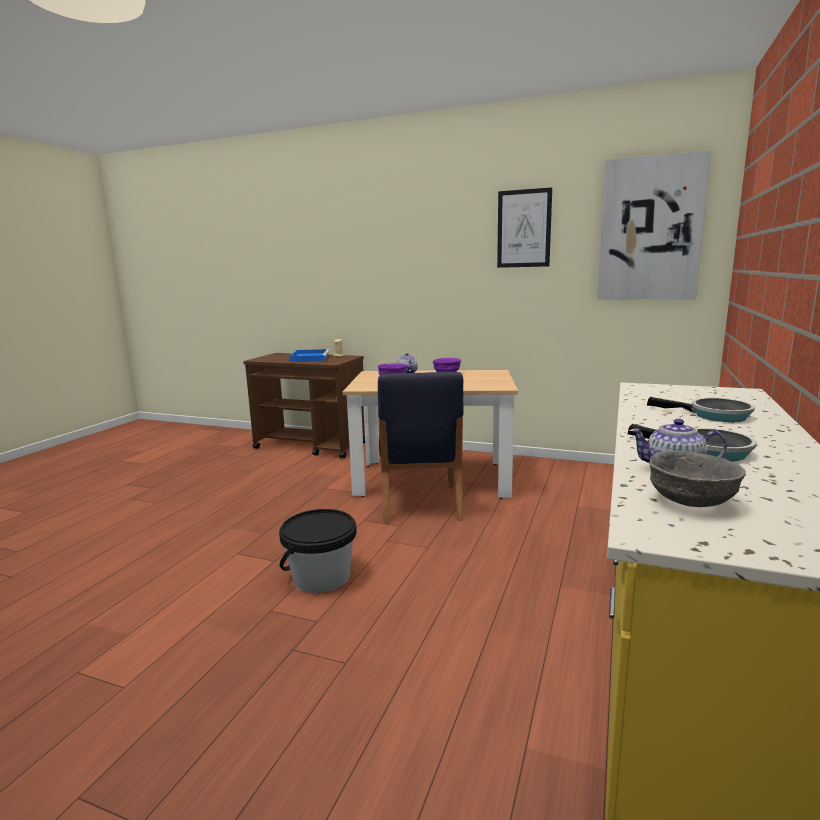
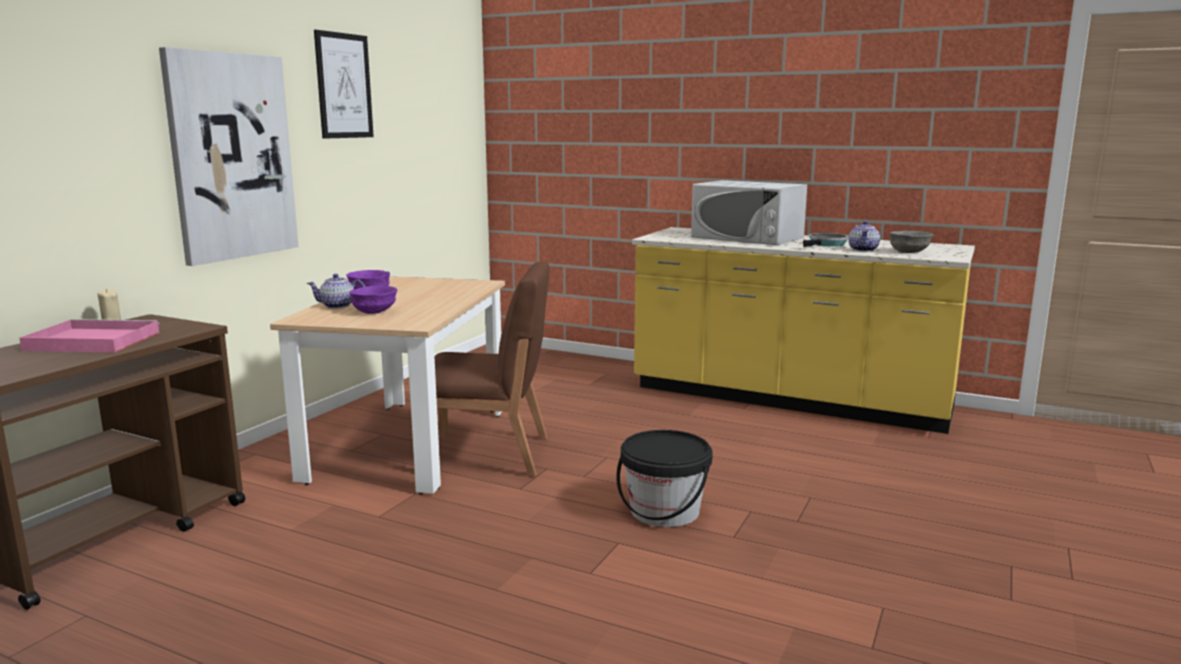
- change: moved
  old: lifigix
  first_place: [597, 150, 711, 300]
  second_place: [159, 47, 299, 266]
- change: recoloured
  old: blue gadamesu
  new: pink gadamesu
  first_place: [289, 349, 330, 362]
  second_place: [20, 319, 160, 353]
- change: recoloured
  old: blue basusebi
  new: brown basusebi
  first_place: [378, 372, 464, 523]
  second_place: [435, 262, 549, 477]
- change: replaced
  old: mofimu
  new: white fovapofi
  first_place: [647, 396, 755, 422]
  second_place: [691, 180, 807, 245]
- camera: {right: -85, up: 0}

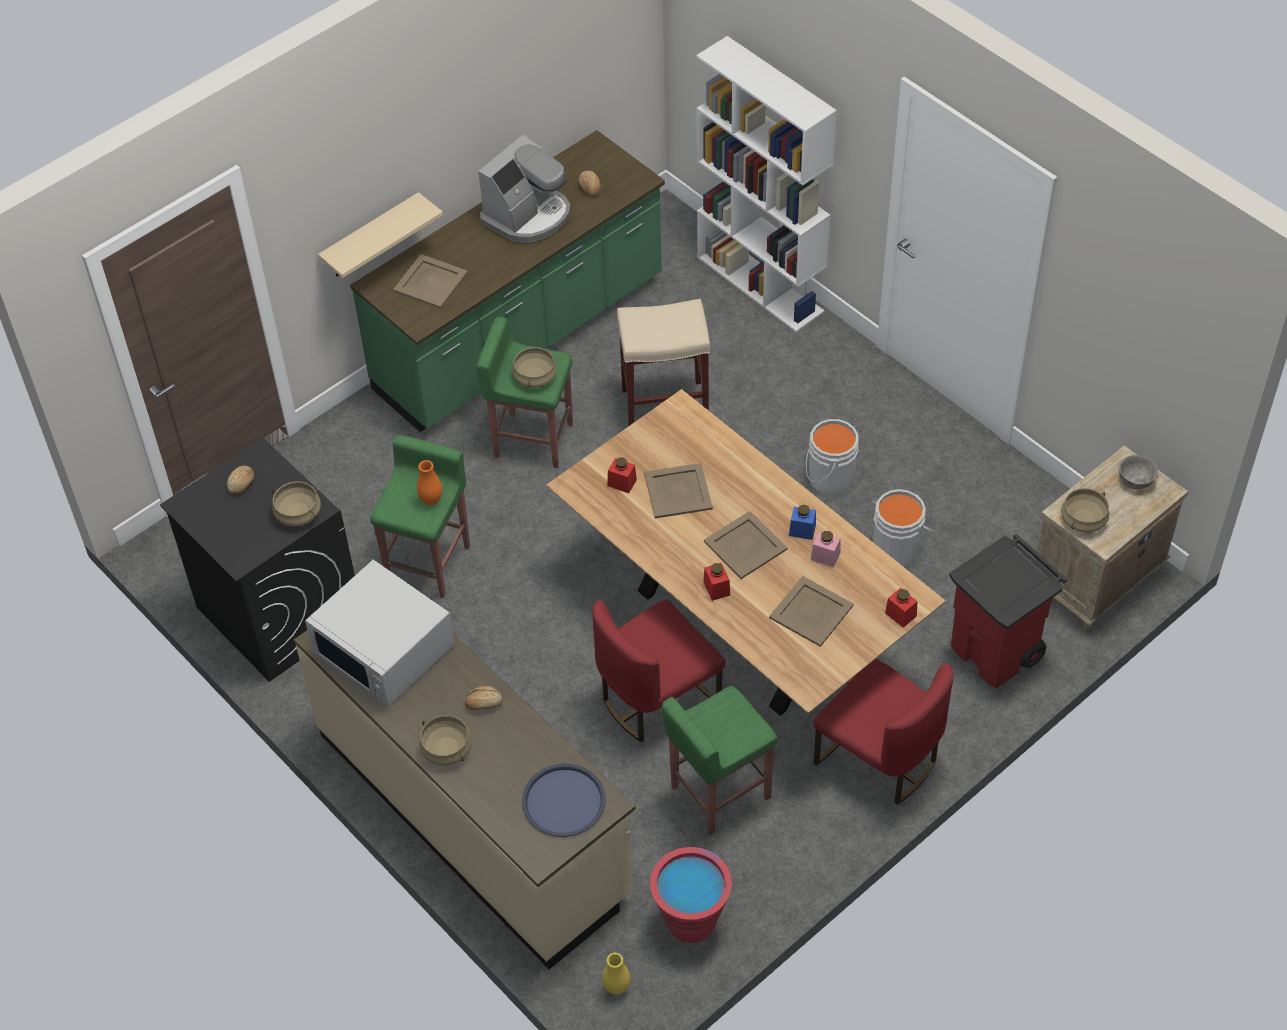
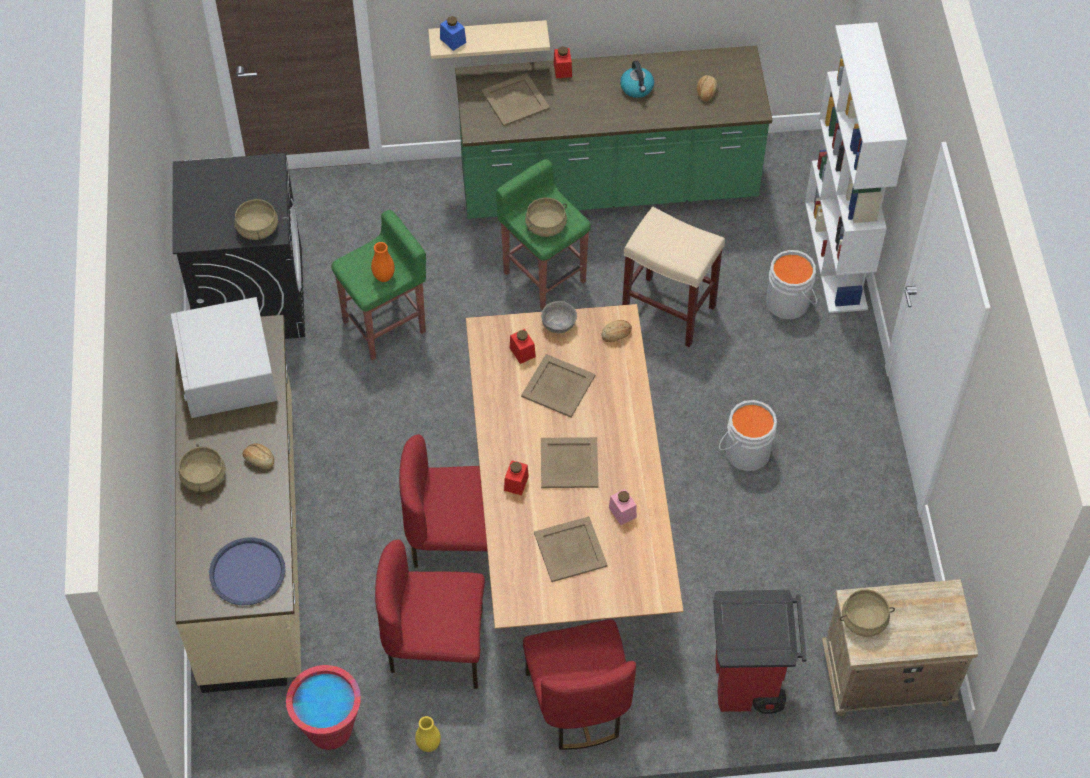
- change: replaced
  old: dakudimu
  new: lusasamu
  first_place: [478, 134, 571, 242]
  second_place: [620, 61, 654, 98]
- change: moved
  old: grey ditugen
  first_place: [1119, 455, 1158, 489]
  second_place: [541, 301, 577, 333]
- change: moved
  old: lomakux
  first_place: [227, 466, 254, 495]
  second_place: [601, 320, 632, 342]
- change: moved
  old: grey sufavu
  first_place: [872, 489, 935, 566]
  second_place: [766, 250, 817, 319]
- change: moved
  old: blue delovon
  first_place: [789, 505, 816, 540]
  second_place: [440, 16, 466, 51]
- change: moved
  old: red delovon
  first_place: [885, 588, 917, 628]
  second_place: [554, 46, 572, 78]
- change: replaced
  old: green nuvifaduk
  new: red basusebi
  first_place: [661, 686, 778, 835]
  second_place: [375, 540, 485, 689]
- change: moved
  old: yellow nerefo
  first_place: [602, 953, 630, 995]
  second_place: [415, 716, 441, 752]
- camera: {right: 35, up: 5}

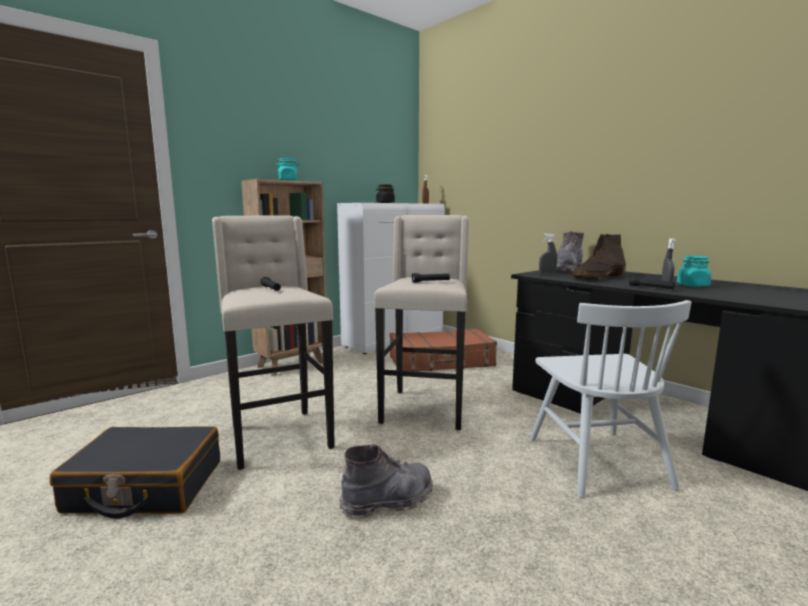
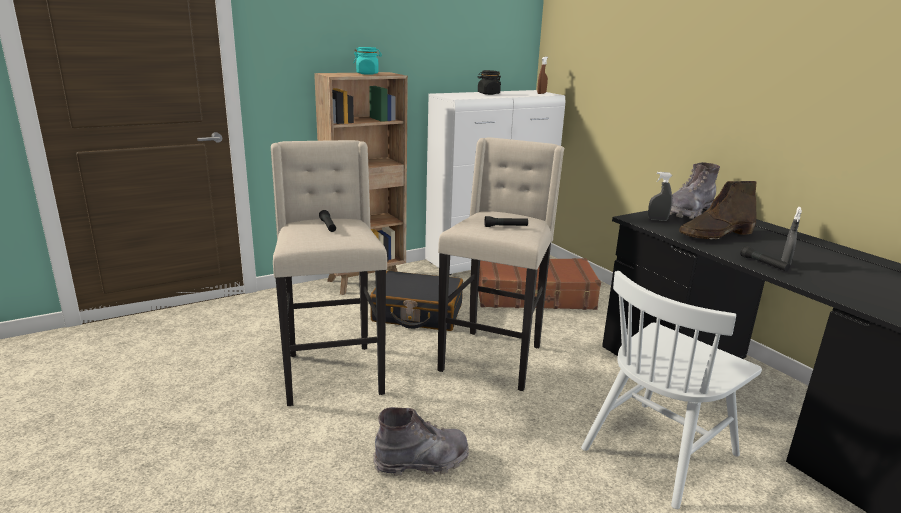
- change: removed
  old: turquoise delovon
  first_place: [677, 256, 712, 287]
- change: turned
  old: white basusebi
  first_place: [530, 300, 691, 498]
  second_place: [581, 271, 762, 509]
  degrees: 45
- change: moved
  old: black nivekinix
  first_place: [50, 426, 220, 519]
  second_place: [370, 270, 463, 331]
- camera: {right: 10, up: 10}

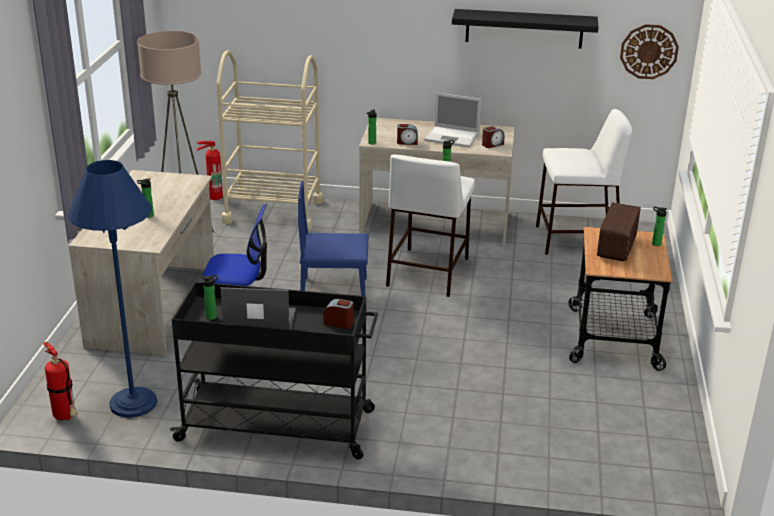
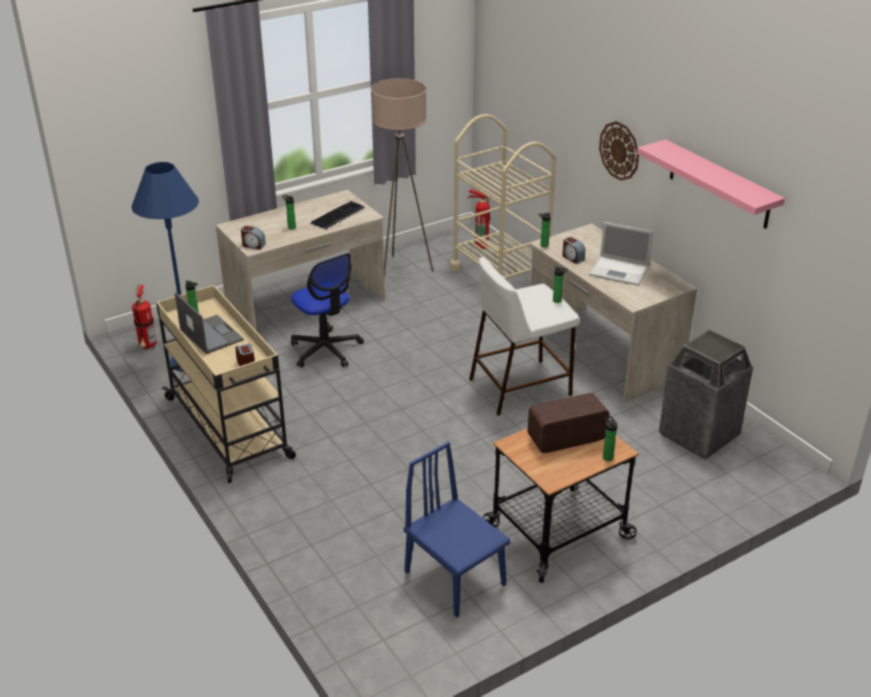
- change: recoloured
  old: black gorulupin
  new: pink gorulupin
  first_place: [452, 9, 599, 49]
  second_place: [637, 139, 785, 229]
- change: moved
  old: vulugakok
  first_place: [620, 24, 679, 79]
  second_place: [599, 121, 639, 181]
- change: turned
  old: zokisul
  first_place: [424, 93, 481, 147]
  second_place: [589, 222, 653, 286]
  degrees: -45
- change: replaced
  old: white nuvifaduk
  new: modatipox
  first_place: [536, 109, 633, 255]
  second_place: [659, 330, 753, 460]
- change: moved
  old: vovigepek
  first_place: [482, 126, 505, 148]
  second_place: [241, 226, 266, 250]
- change: moved
  old: blue basusebi
  first_place: [298, 181, 368, 296]
  second_place: [404, 442, 511, 618]
- change: recoloured
  old: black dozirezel
  new: beige dozirezel
  first_place: [170, 281, 378, 460]
  second_place: [156, 285, 296, 483]
- change: added
  new: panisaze
  second_place: [311, 201, 365, 229]
- camera: {right: 50, up: 5}

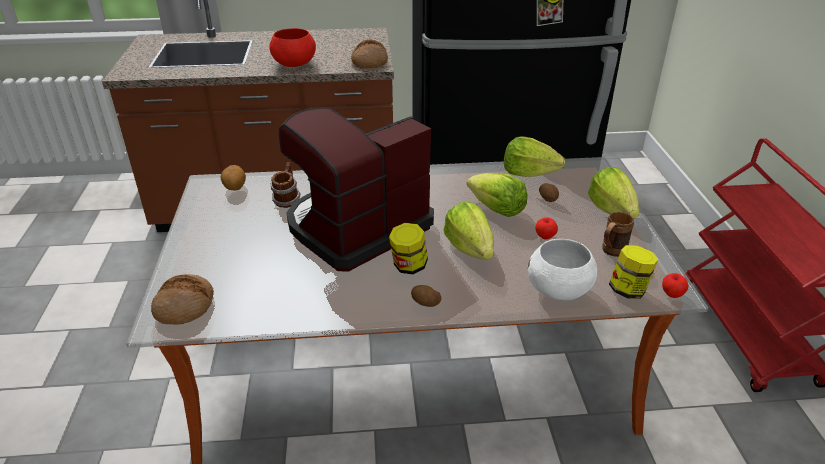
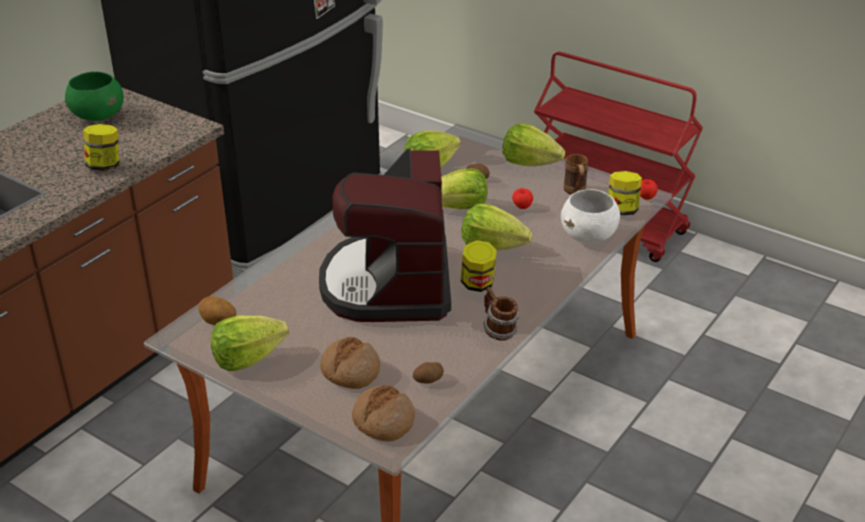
- change: replaced
  old: red ditugen
  new: delovon
  first_place: [269, 28, 316, 67]
  second_place: [83, 124, 119, 171]
- change: moved
  old: lomakux
  first_place: [351, 40, 388, 68]
  second_place: [321, 337, 380, 389]
- change: moved
  old: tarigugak
  first_place: [271, 162, 301, 208]
  second_place: [483, 287, 519, 341]
- change: moved
  old: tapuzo
  first_place: [411, 285, 441, 307]
  second_place: [413, 362, 444, 383]
- change: added
  new: green ditugen
  second_place: [65, 72, 124, 121]
- change: added
  new: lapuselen
  second_place: [211, 316, 289, 371]
- camera: {right: -50, up: 0}

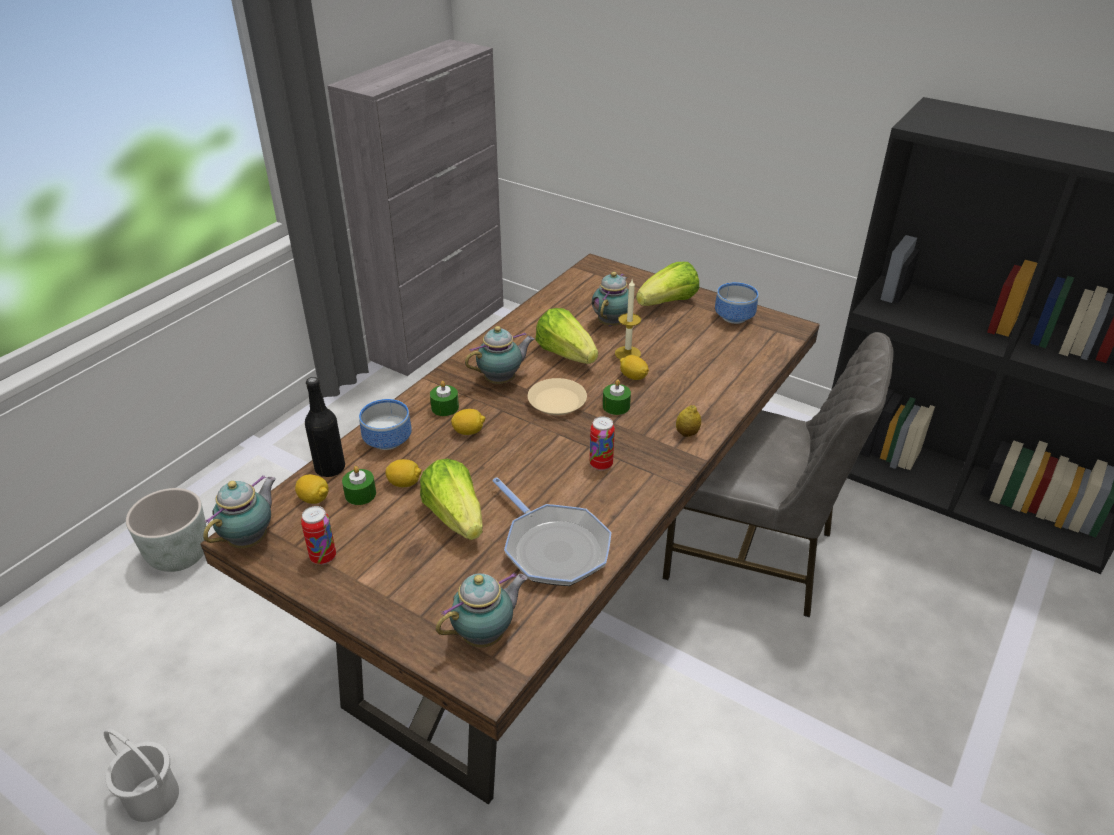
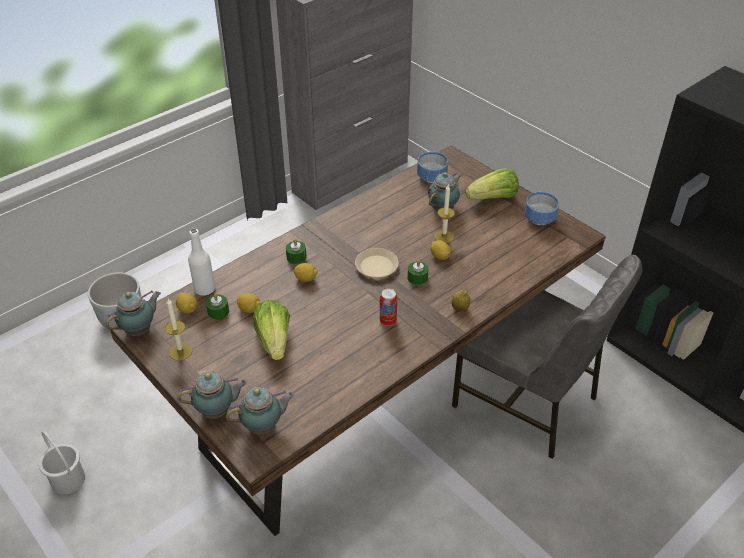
- change: removed
  old: lapuselen
  first_place: [535, 308, 598, 364]
- change: moved
  old: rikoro
  first_place: [465, 326, 534, 384]
  second_place: [177, 371, 247, 419]
- change: recoloured
  old: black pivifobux
  new: white pivifobux
  first_place: [305, 377, 345, 477]
  second_place: [188, 229, 215, 296]
- change: moved
  old: ditugen
  first_place: [359, 399, 412, 450]
  second_place: [417, 152, 448, 183]
- change: removed
  old: mofimu
  first_place: [493, 477, 611, 586]
- change: replaced
  old: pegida
  new: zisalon
  first_place: [301, 506, 336, 565]
  second_place: [165, 299, 193, 361]
- camera: {right: 15, up: 5}

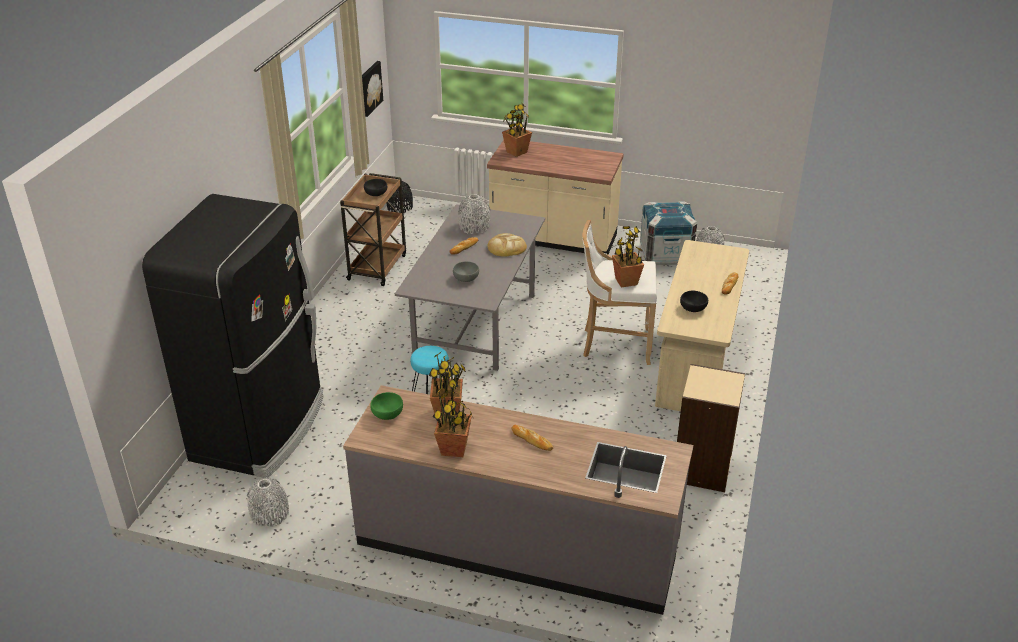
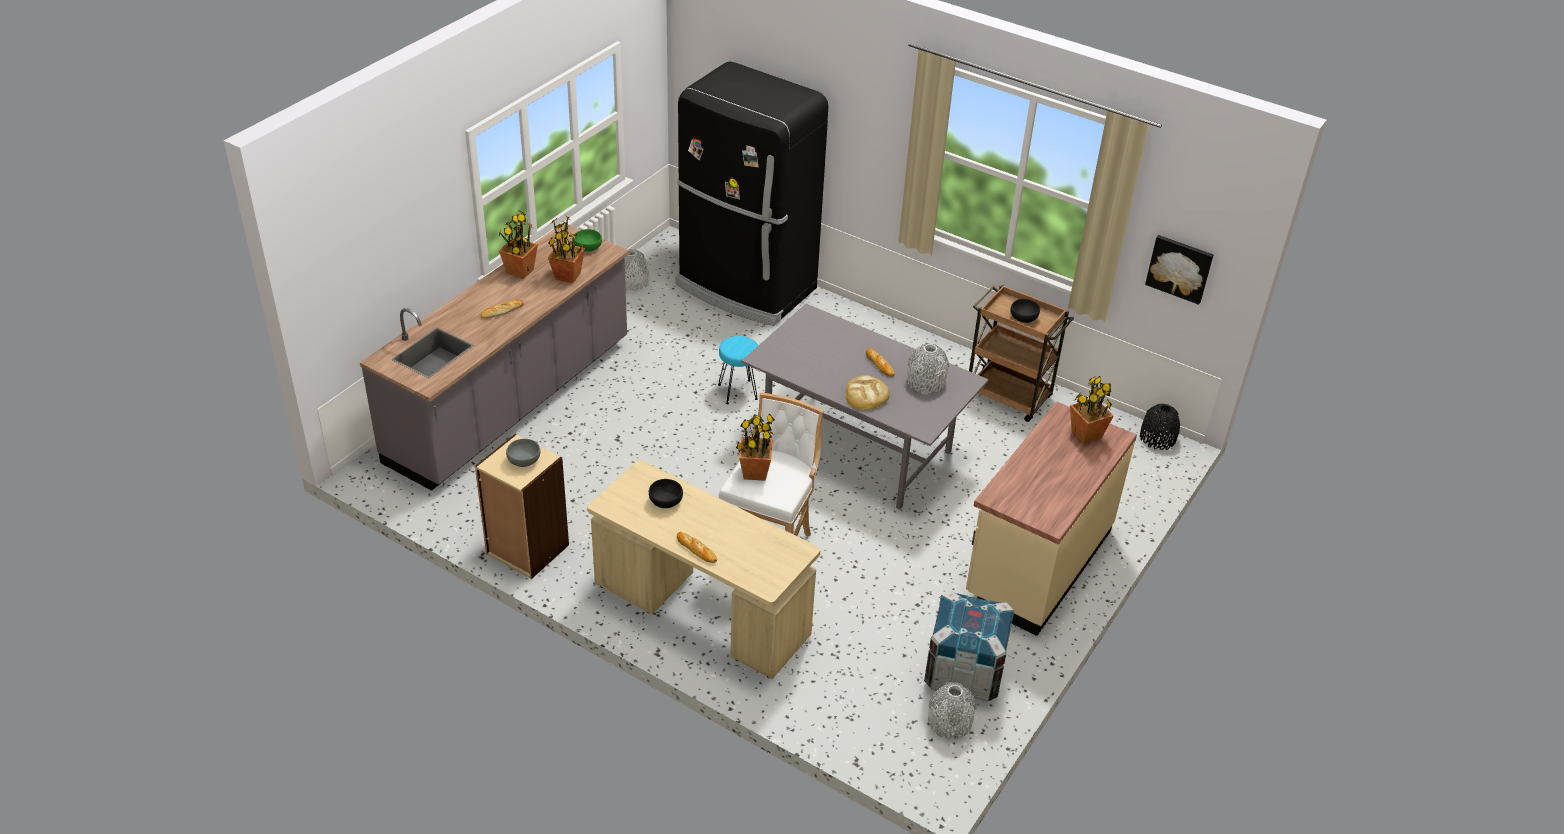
- change: moved
  old: grey ditugen
  first_place: [453, 261, 479, 282]
  second_place: [506, 439, 540, 467]
- camera: {right: 105, up: 5}

